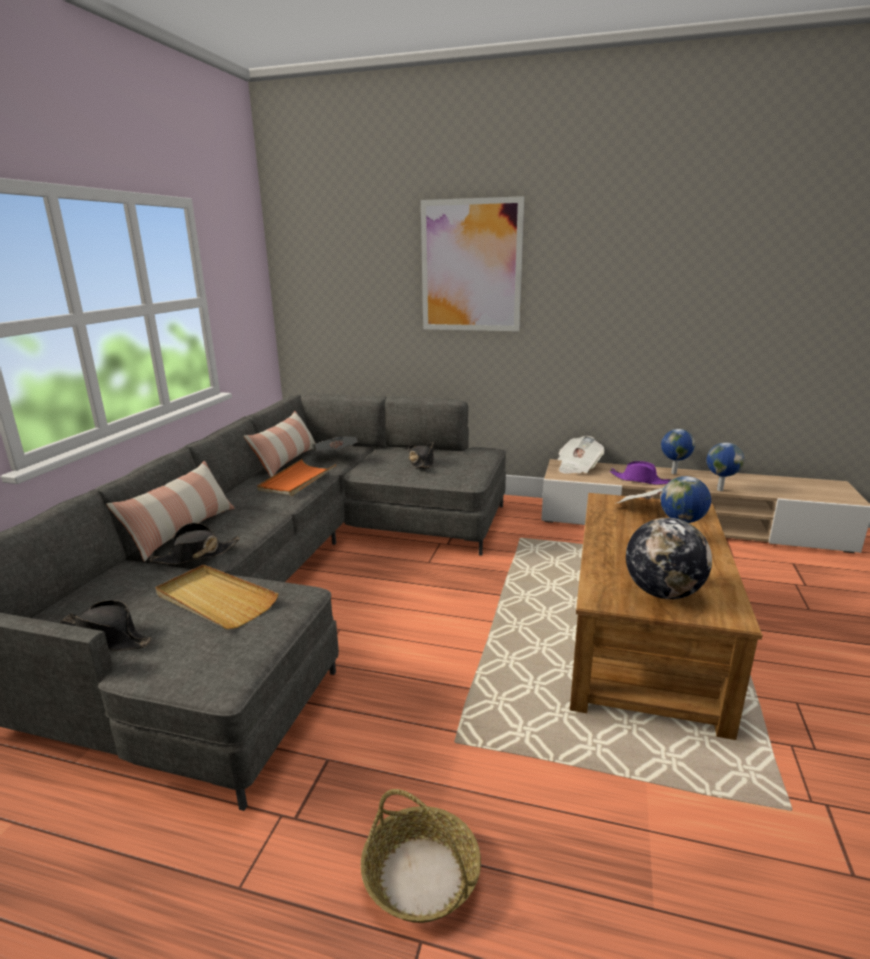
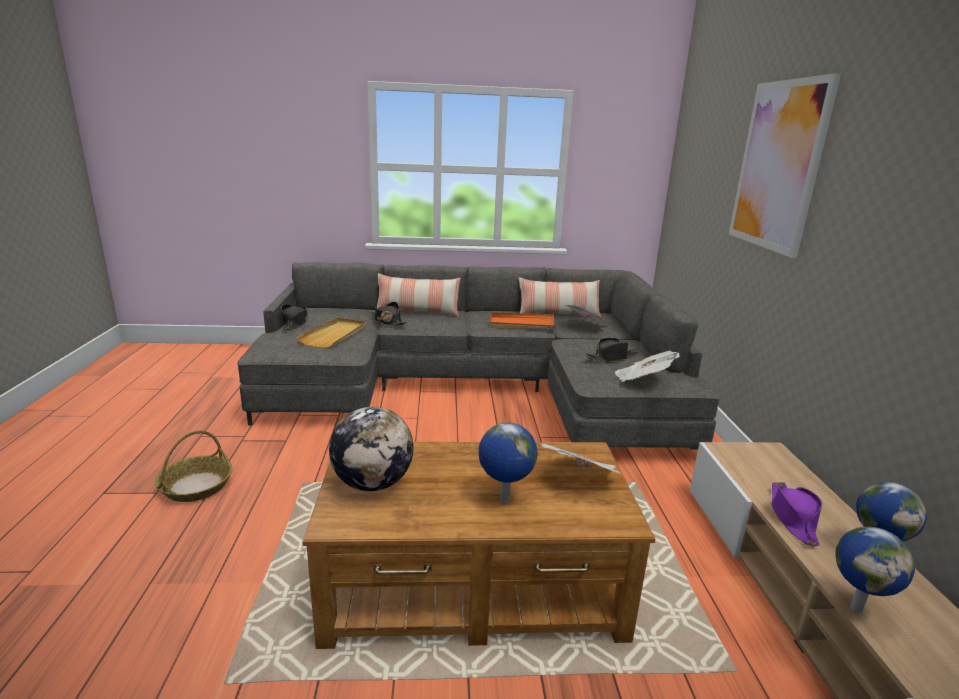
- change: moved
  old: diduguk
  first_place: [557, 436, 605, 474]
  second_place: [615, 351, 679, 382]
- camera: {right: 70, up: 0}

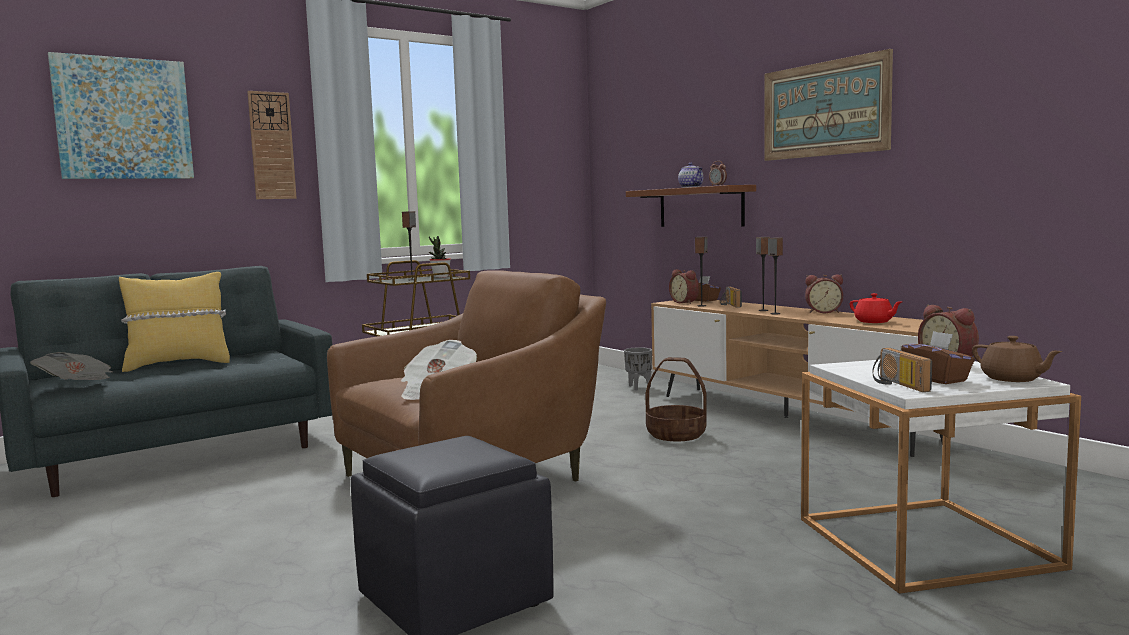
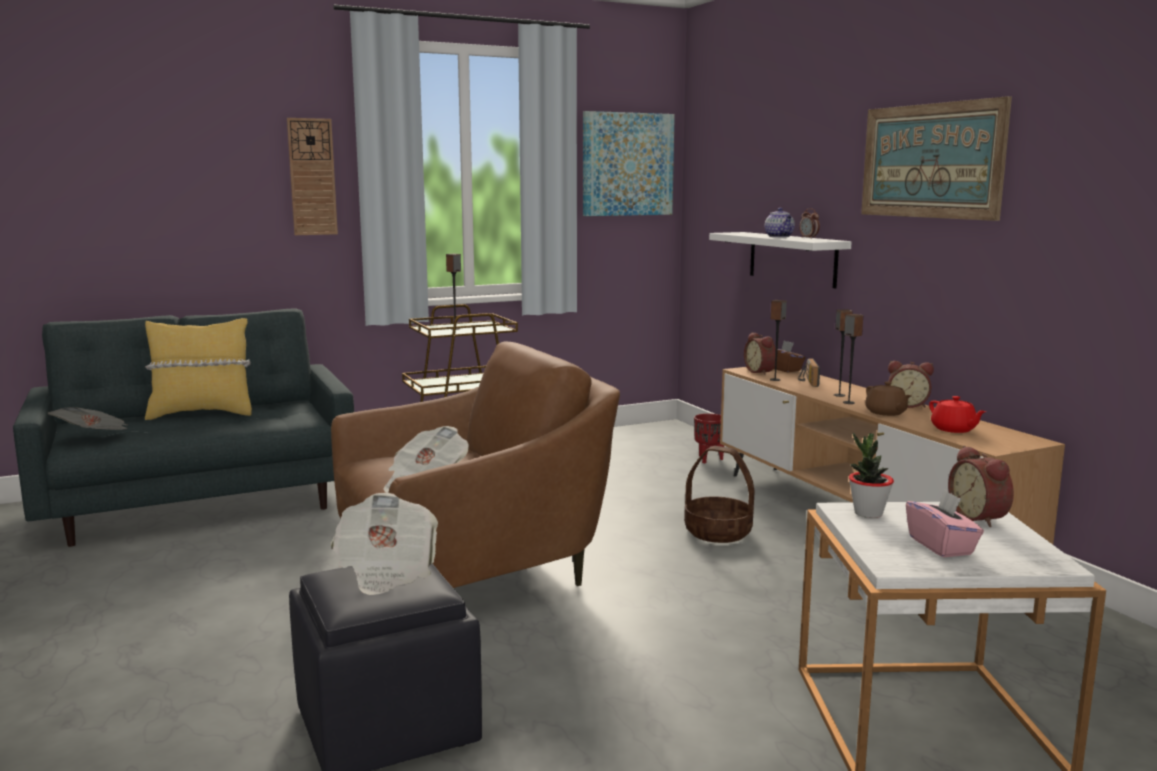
- change: moved
  old: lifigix
  first_place: [48, 52, 194, 179]
  second_place: [583, 111, 675, 216]
- change: recoloured
  old: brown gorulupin
  new: white gorulupin
  first_place: [626, 185, 756, 227]
  second_place: [709, 232, 852, 289]
- change: moved
  old: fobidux
  first_place: [429, 236, 451, 278]
  second_place: [849, 433, 894, 518]
- change: recoloured
  old: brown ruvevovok
  new: pink ruvevovok
  first_place: [901, 331, 975, 384]
  second_place: [906, 490, 984, 557]
- change: moved
  old: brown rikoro
  first_place: [972, 336, 1062, 382]
  second_place: [865, 381, 912, 416]
- change: recoloured
  old: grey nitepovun
  new: red nitepovun
  first_place: [624, 347, 652, 390]
  second_place: [694, 413, 724, 463]
- change: removed
  old: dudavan
  first_place: [873, 348, 932, 392]
- change: added
  new: diduguk
  second_place: [331, 493, 438, 595]
- camera: {right: 10, up: 5}

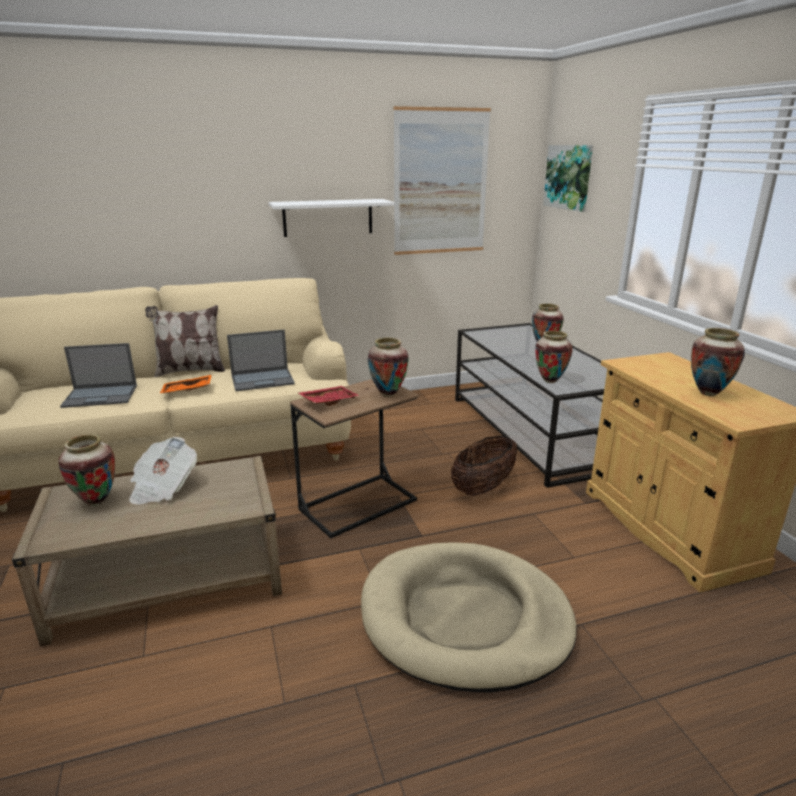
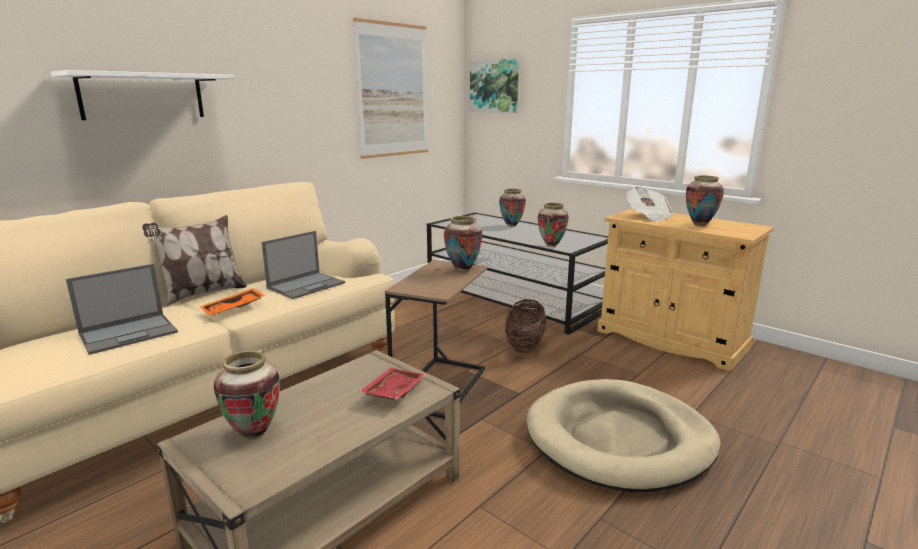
- change: moved
  old: white gorulupin
  first_place: [269, 199, 395, 237]
  second_place: [51, 70, 235, 120]
- change: moved
  old: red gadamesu
  first_place: [298, 386, 360, 406]
  second_place: [360, 367, 426, 400]
- change: moved
  old: diduguk
  first_place: [129, 437, 197, 504]
  second_place: [626, 186, 674, 222]
- camera: {right: -30, up: -5}

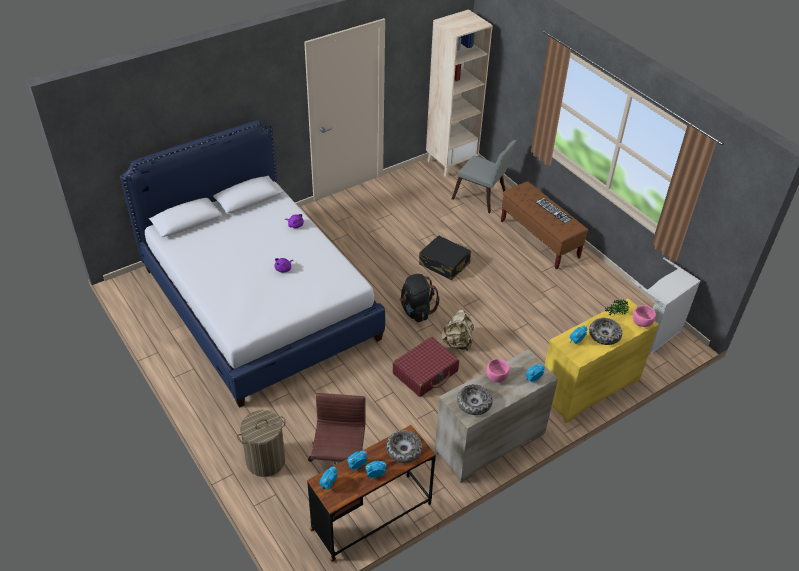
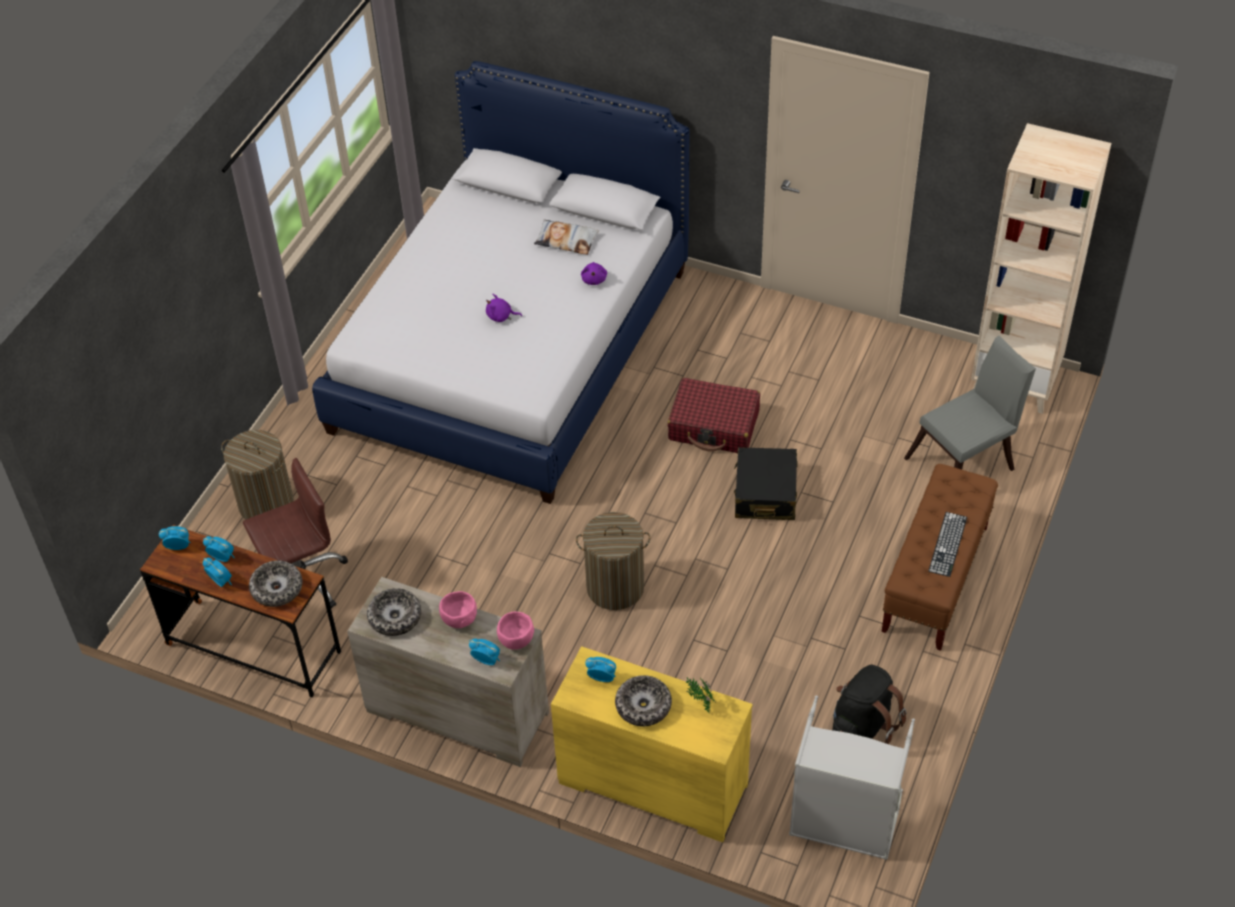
- change: turned
  old: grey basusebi
  first_place: [452, 140, 517, 213]
  second_place: [904, 336, 1036, 471]
  degrees: -120
- change: moved
  old: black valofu
  first_place: [400, 274, 440, 322]
  second_place: [832, 664, 906, 744]
- change: moved
  old: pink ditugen
  first_place: [633, 305, 656, 327]
  second_place: [497, 611, 534, 650]
- change: replaced
  old: beige valofu
  new: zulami
  first_place: [441, 310, 474, 351]
  second_place: [576, 512, 650, 610]
- change: moved
  old: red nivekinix
  first_place: [393, 337, 459, 397]
  second_place: [667, 378, 760, 453]
- change: added
  new: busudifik
  second_place: [534, 220, 599, 255]
- camera: {right: 60, up: 5}

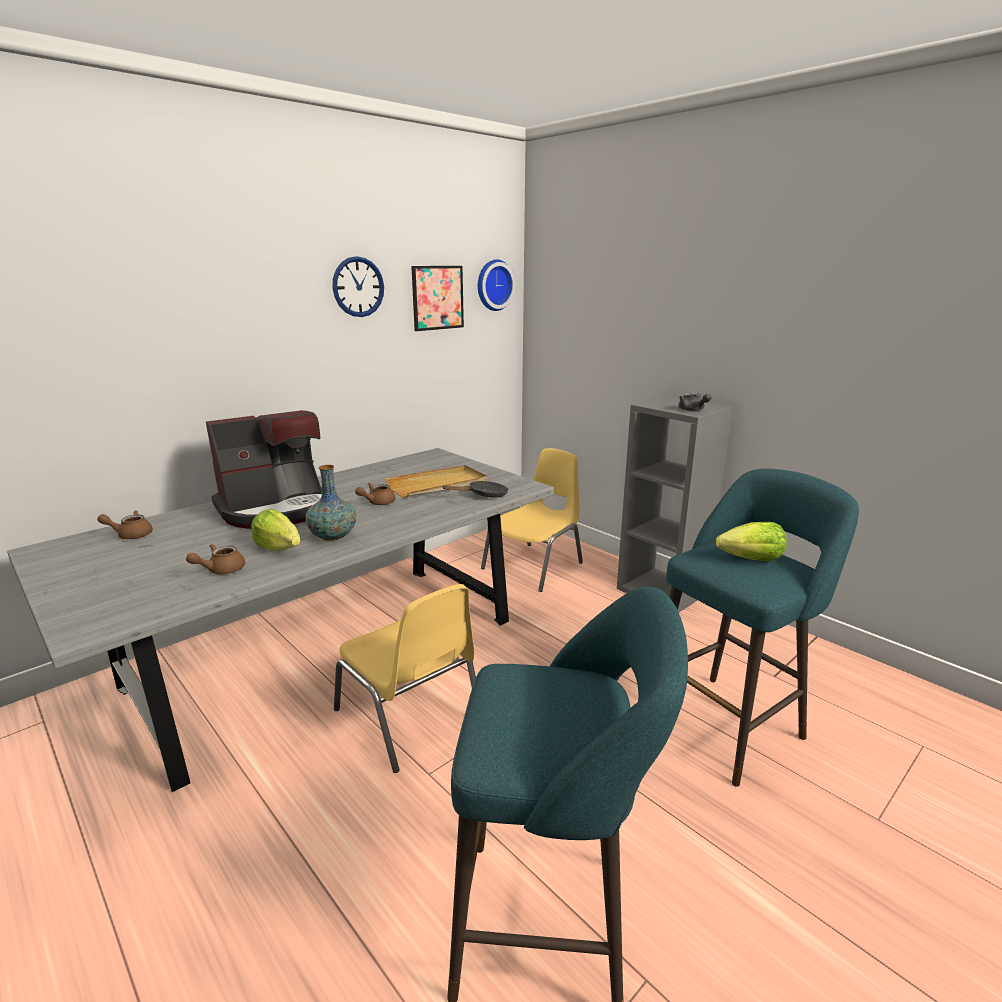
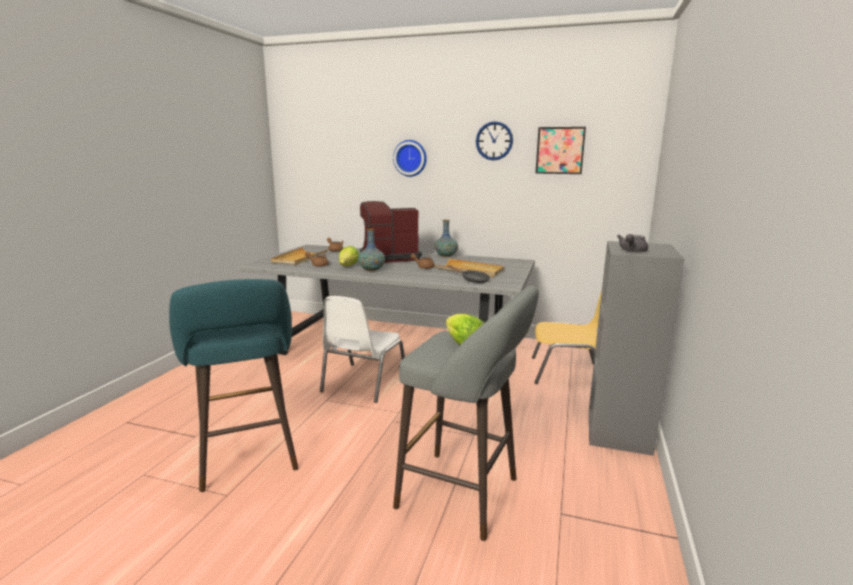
- change: moved
  old: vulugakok
  first_place: [478, 260, 515, 311]
  second_place: [393, 140, 427, 177]
- change: turned
  old: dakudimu
  first_place: [206, 410, 322, 529]
  second_place: [360, 201, 422, 263]
  degrees: 135
- change: recoloured
  old: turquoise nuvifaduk
  new: grey nuvifaduk
  first_place: [666, 469, 859, 787]
  second_place: [393, 286, 539, 541]
- change: recoloured
  old: yellow basusebi
  new: white basusebi
  first_place: [334, 584, 476, 773]
  second_place: [320, 296, 405, 403]
- change: added
  new: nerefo
  second_place: [434, 220, 458, 257]
- change: added
  new: beige gadamesu
  second_place: [271, 247, 328, 265]
- camera: {right: 60, up: -5}

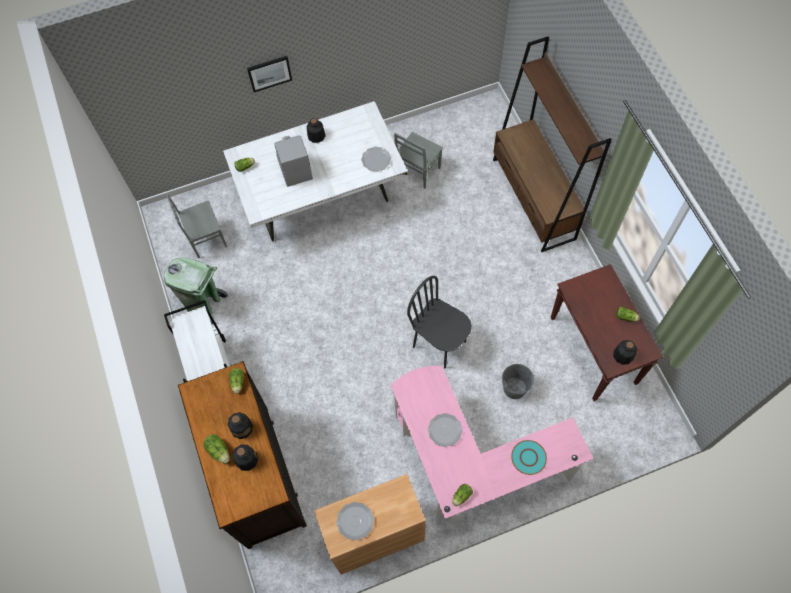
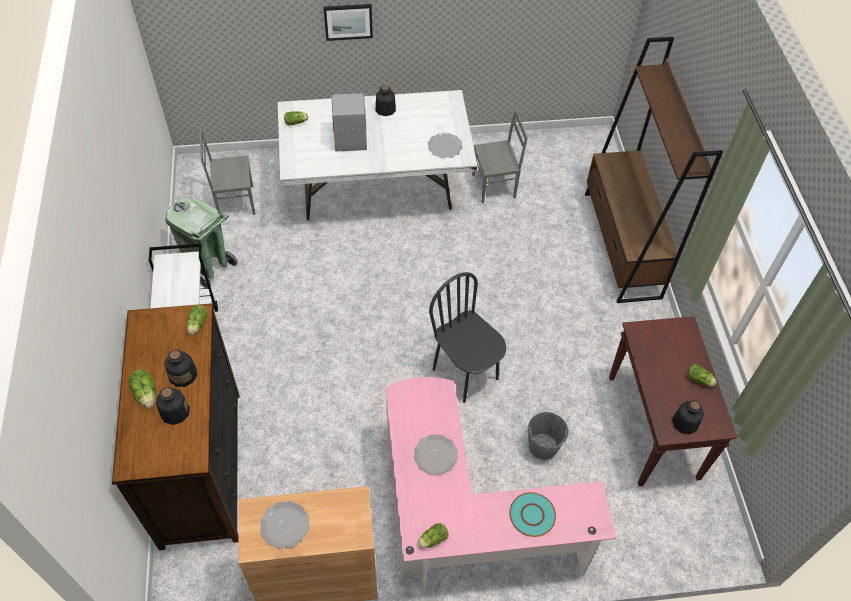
- change: turned
  old: grey basusebi
  first_place: [394, 132, 443, 189]
  second_place: [472, 109, 528, 203]
  degrees: -150
- camera: {right: 10, up: -10}

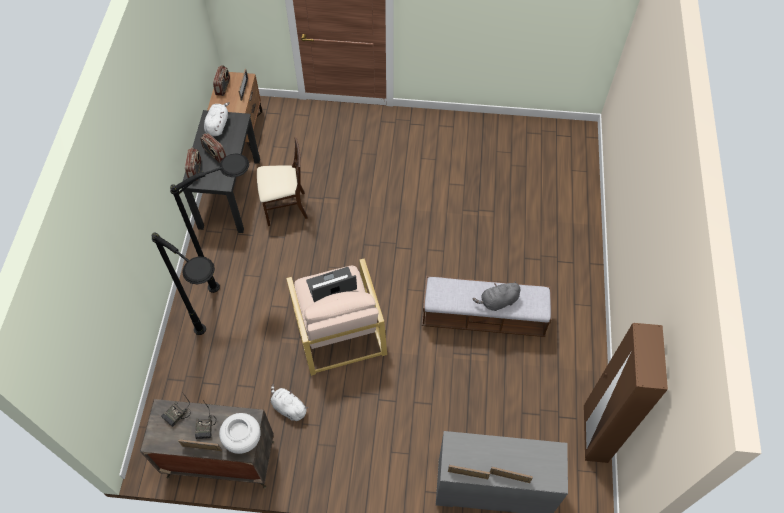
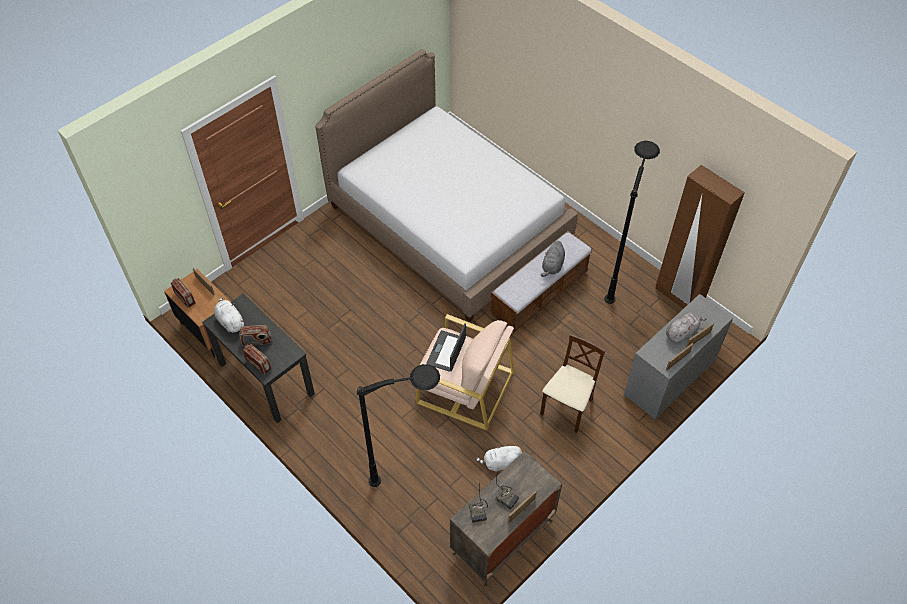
- change: moved
  old: beige basusebi
  first_place: [257, 138, 308, 226]
  second_place: [540, 334, 606, 433]
- change: moved
  old: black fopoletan
  first_place: [170, 153, 249, 293]
  second_place: [604, 141, 660, 304]
- change: removed
  old: white nerefo
  first_place: [219, 413, 261, 454]
- change: added
  new: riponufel
  second_place: [315, 49, 578, 322]
- change: added
  new: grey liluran
  second_place: [666, 312, 707, 343]
- camera: {right: -50, up: -5}

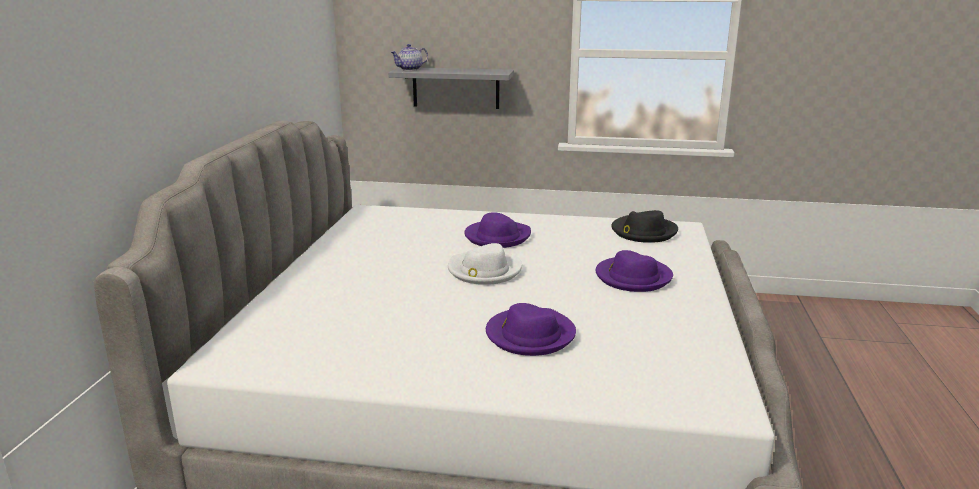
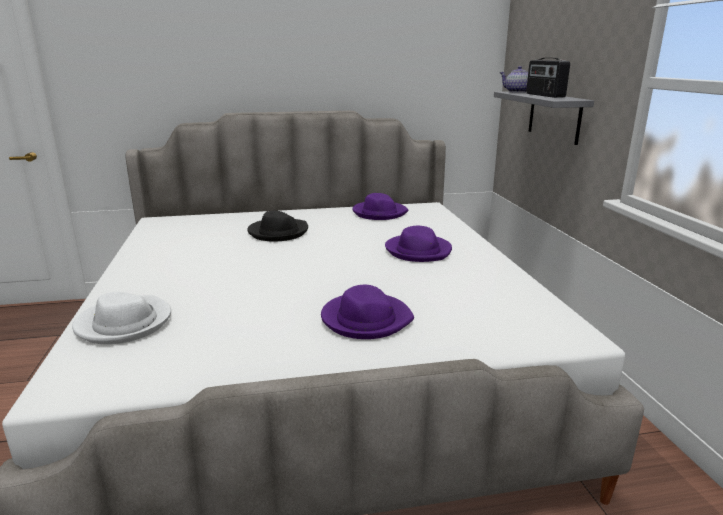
- change: moved
  old: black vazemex
  first_place: [611, 210, 678, 243]
  second_place: [247, 211, 308, 241]
- change: moved
  old: white vazemex
  first_place: [448, 243, 522, 285]
  second_place: [72, 292, 171, 344]
- change: moved
  old: purple vazemex
  first_place: [486, 303, 576, 356]
  second_place: [352, 193, 408, 220]
- change: added
  new: dudavan
  second_place: [526, 58, 570, 98]
- camera: {right: 70, up: 0}

